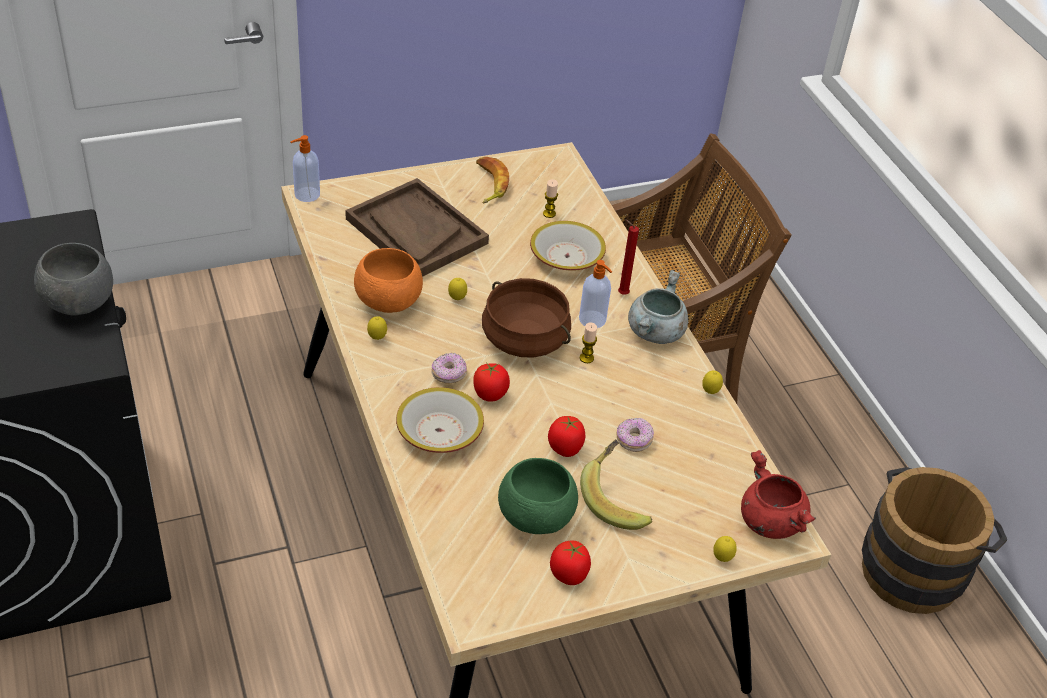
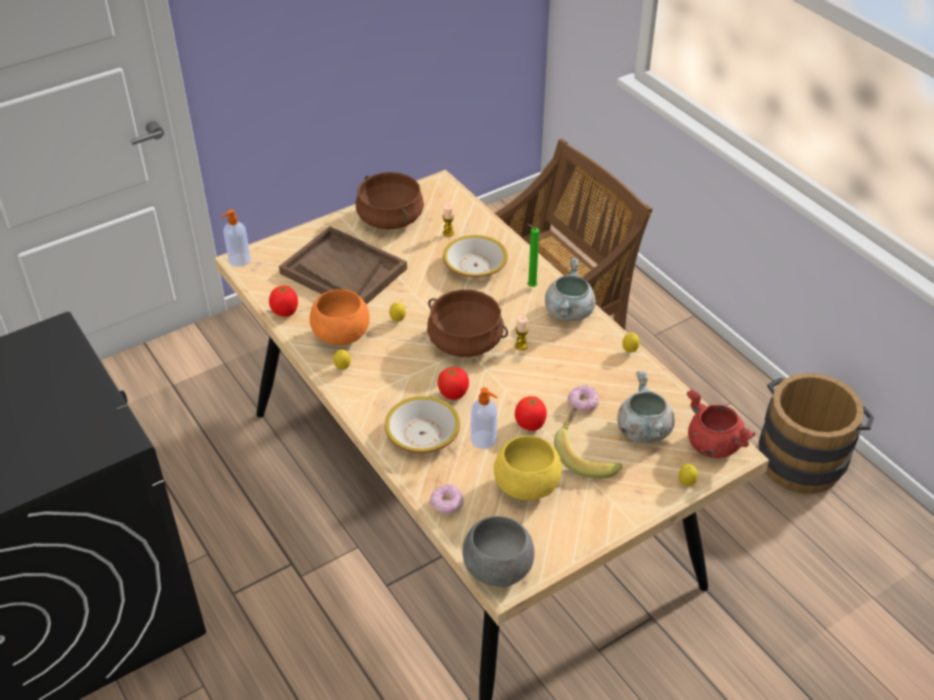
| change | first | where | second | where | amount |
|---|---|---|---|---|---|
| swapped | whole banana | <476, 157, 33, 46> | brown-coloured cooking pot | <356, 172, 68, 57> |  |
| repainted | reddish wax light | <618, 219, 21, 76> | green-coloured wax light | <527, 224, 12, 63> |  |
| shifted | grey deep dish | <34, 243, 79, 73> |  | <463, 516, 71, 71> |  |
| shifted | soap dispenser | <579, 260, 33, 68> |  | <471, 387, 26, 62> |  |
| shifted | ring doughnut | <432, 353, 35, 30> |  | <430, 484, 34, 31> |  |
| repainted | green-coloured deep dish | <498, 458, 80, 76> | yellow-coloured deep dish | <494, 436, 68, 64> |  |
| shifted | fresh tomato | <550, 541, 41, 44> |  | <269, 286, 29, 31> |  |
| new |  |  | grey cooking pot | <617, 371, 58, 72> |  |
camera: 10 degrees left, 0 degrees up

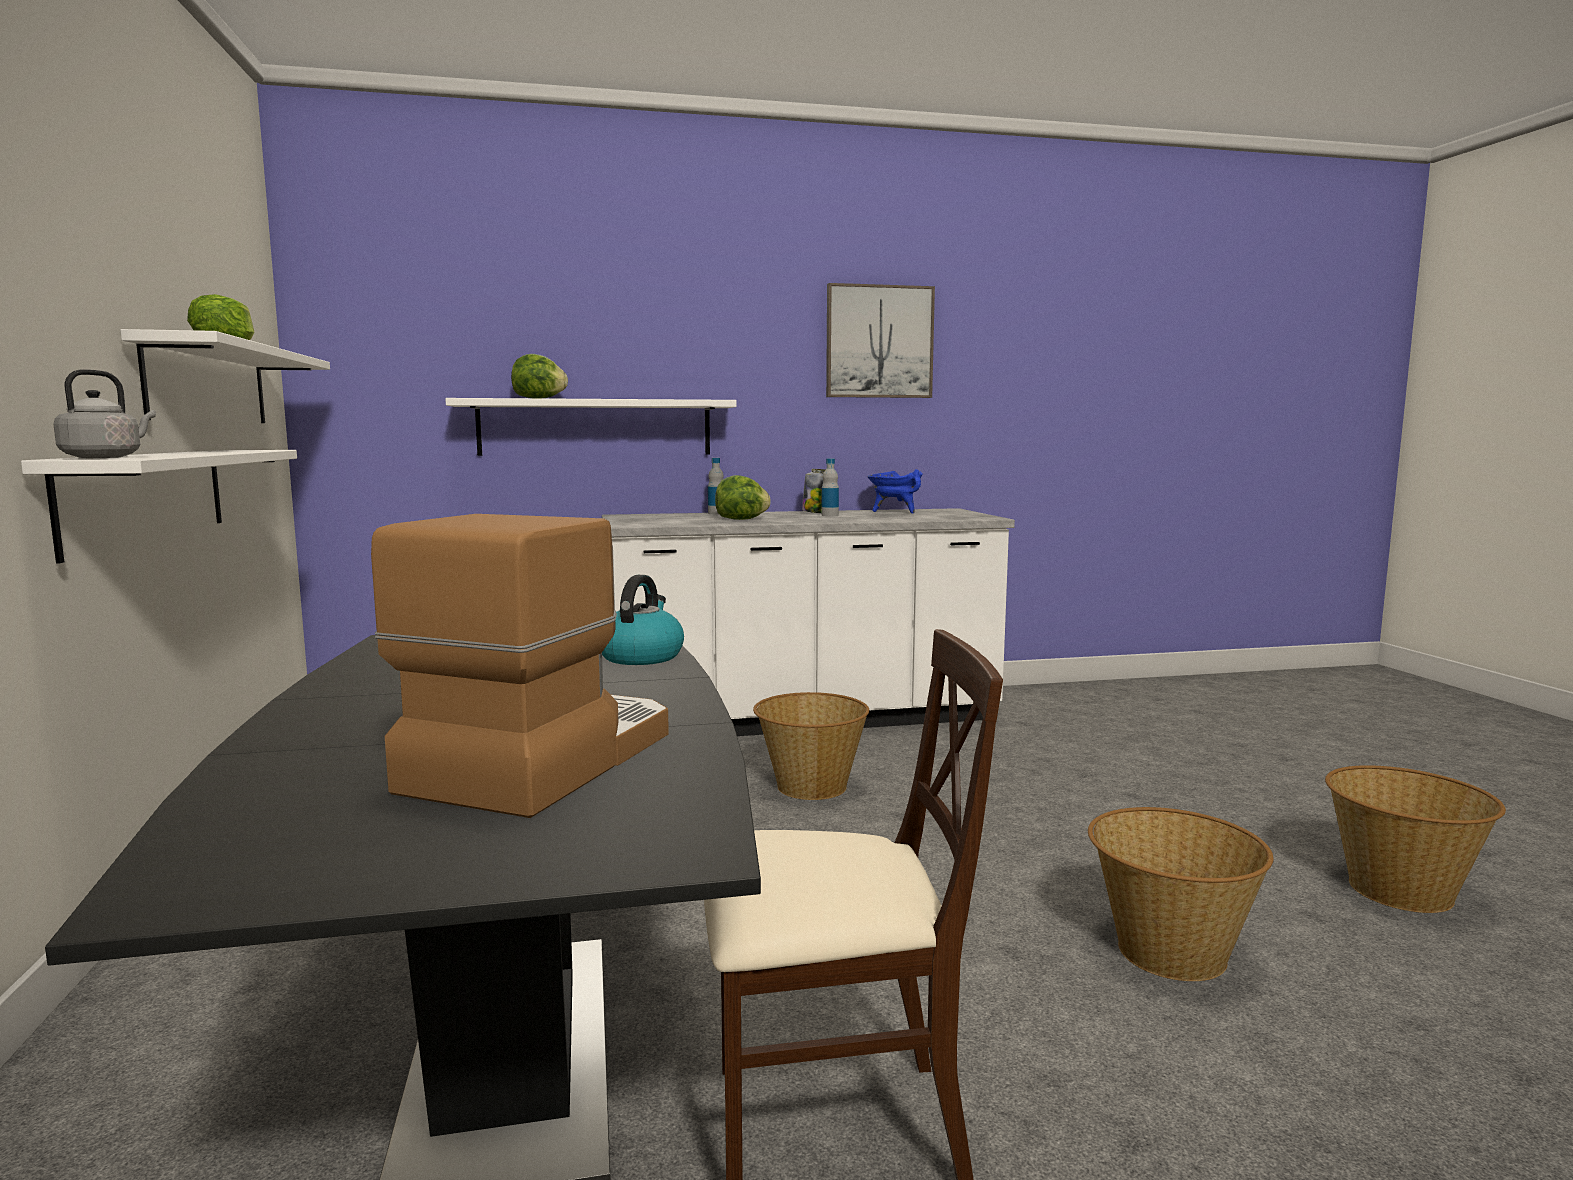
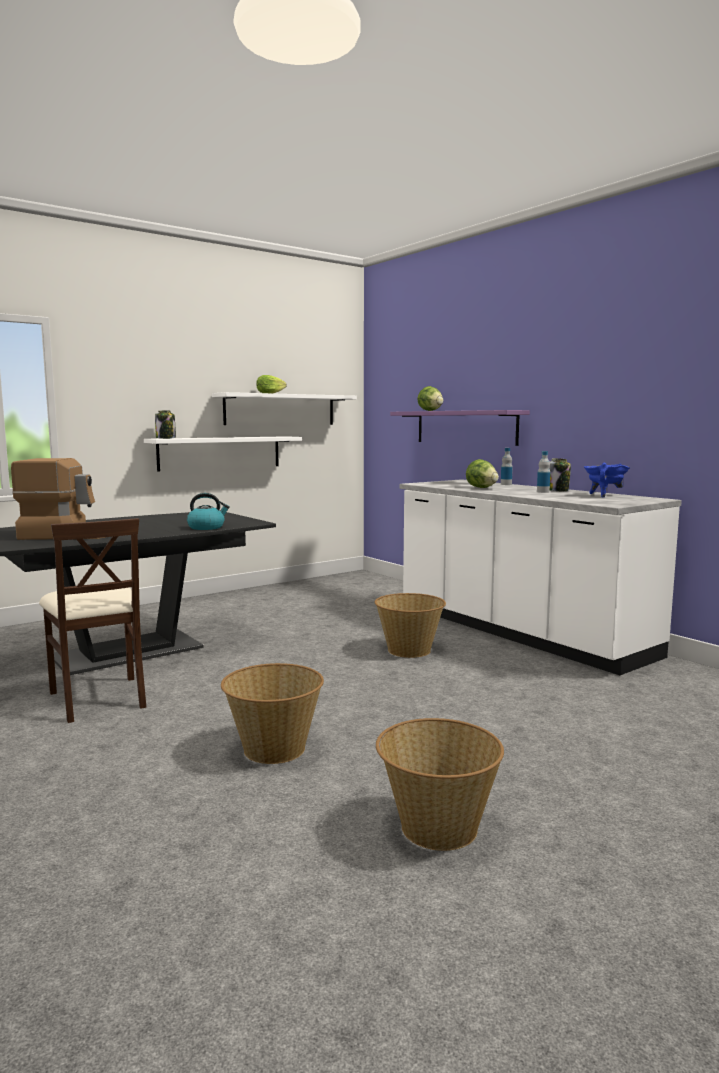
| change | first | where | second | where | amount |
|---|---|---|---|---|---|
| gone | wall picture | <826, 283, 109, 115> |  |  |  |
| swapped | grey kettle | <53, 369, 103, 89> | preserve jar | <155, 410, 21, 29> |  |
| repainted | white wall shelf | <445, 398, 292, 58> | purplish wall shelf | <390, 410, 140, 36> |  |
camera: 65 degrees right, 0 degrees up

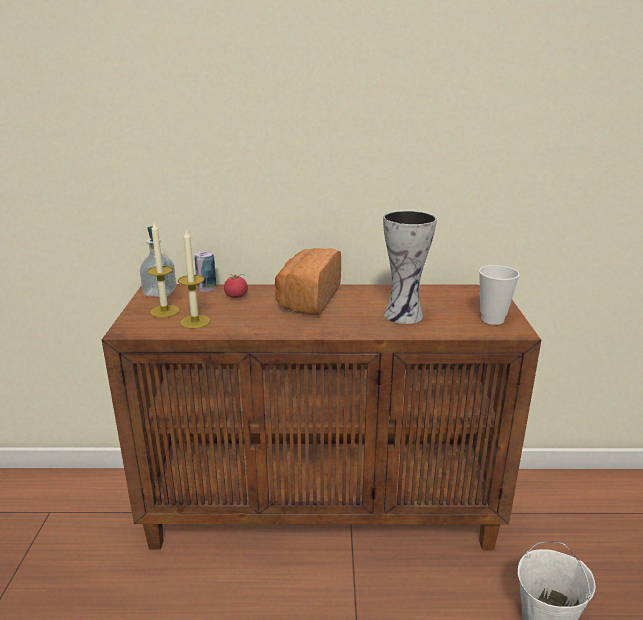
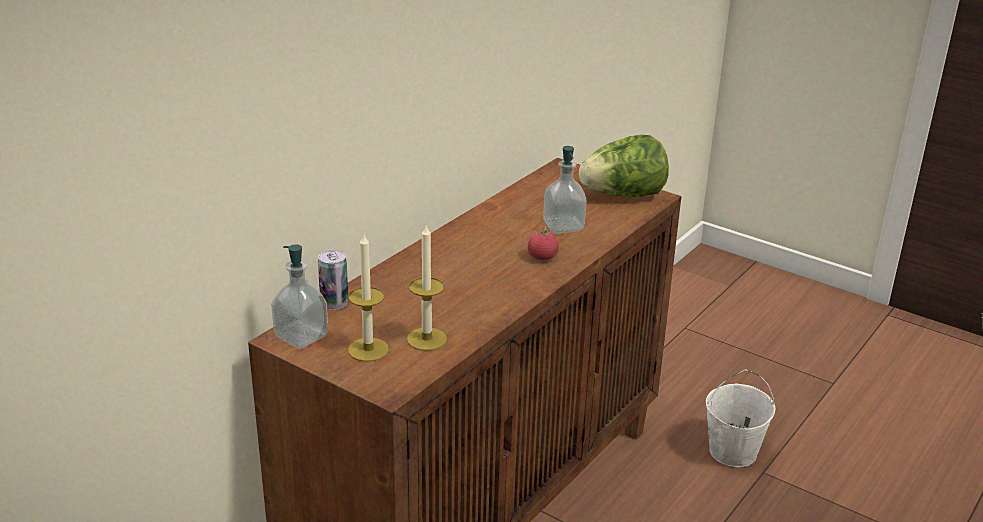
| change | first | where | second | where | amount |
|---|---|---|---|---|---|
| swapped | decorative vase | <383, 210, 54, 114> | soap dispenser | <543, 146, 44, 88> |  |
| gone | bakery bread | <275, 248, 66, 67> |  |  |  |
| swapped | drinking cup | <479, 265, 41, 60> | head of lettuce | <579, 135, 90, 62> |  |
| shifted | fresh tomato | <224, 274, 24, 24> |  | <528, 226, 31, 34> |  |
camera: 55 degrees left, 5 degrees up

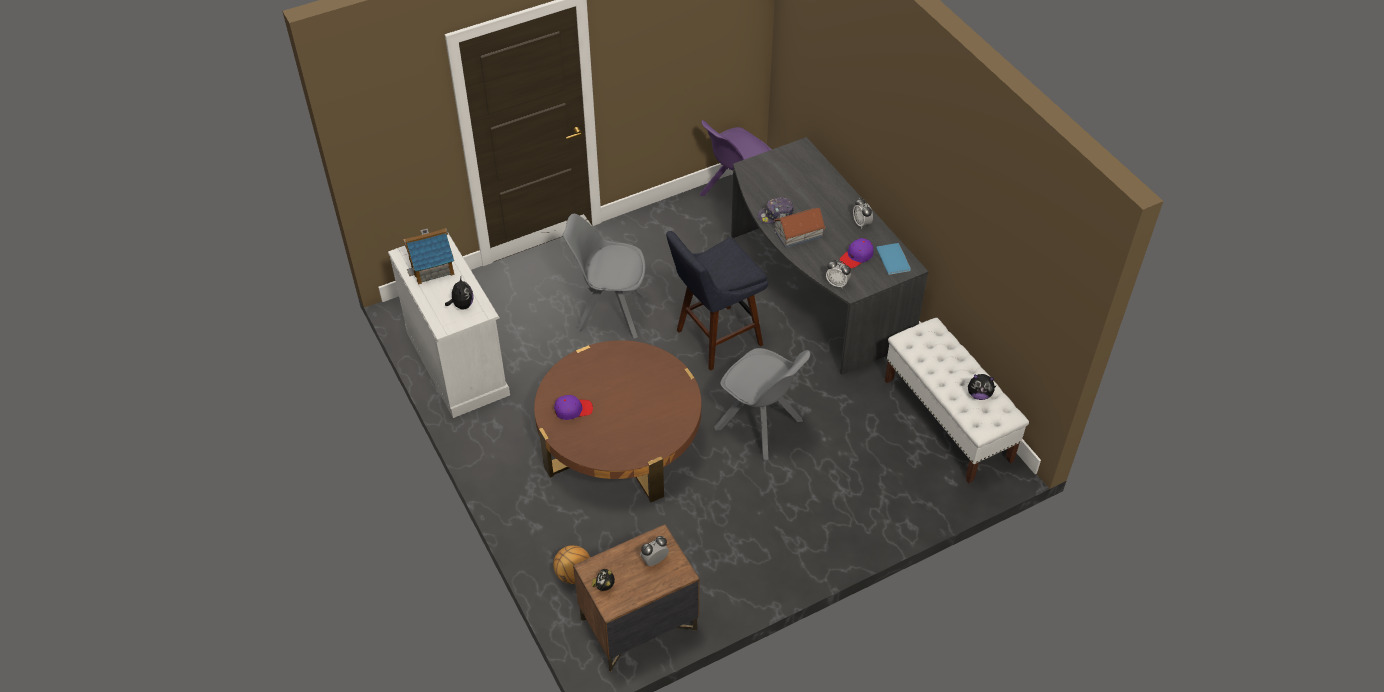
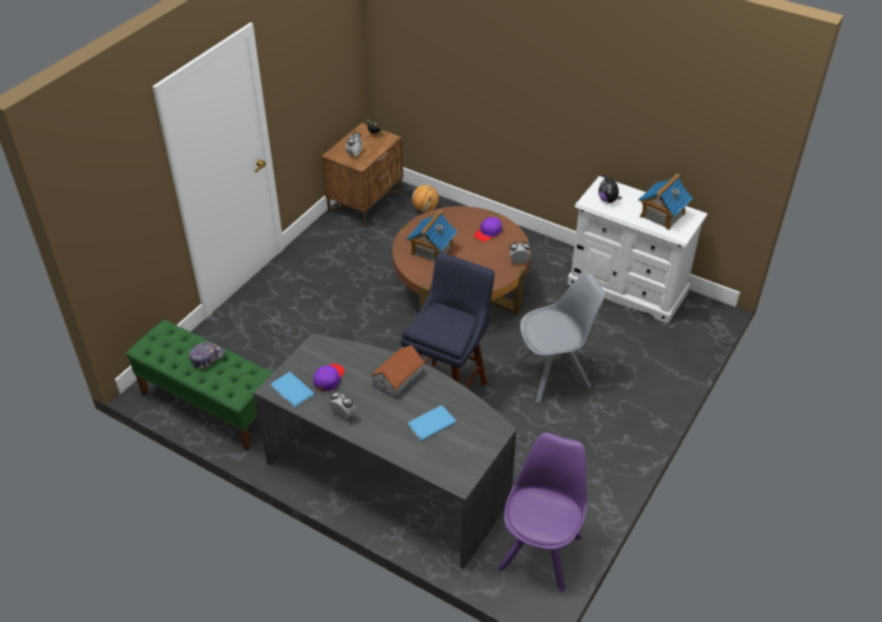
| change | first | where | second | where | amount |
|---|---|---|---|---|---|
| shifted | cap | <758, 197, 36, 27> |  | <189, 342, 36, 28> |  |
| shifted | bedside clock | <826, 260, 25, 28> |  | <510, 241, 21, 23> |  |
| repainted | white bench | <885, 318, 144, 165> | green-coloured bench | <126, 320, 147, 131> |  |
| gone | grey upright chair | <714, 348, 96, 112> |  |  |  |
| gone | soft toy | <968, 374, 29, 26> |  |  |  |
| new |  |  | toy house | <406, 210, 51, 52> |  |
| new |  |  | blue-coloured bound book | <408, 405, 48, 36> |  |
camera: 150 degrees right, 5 degrees down

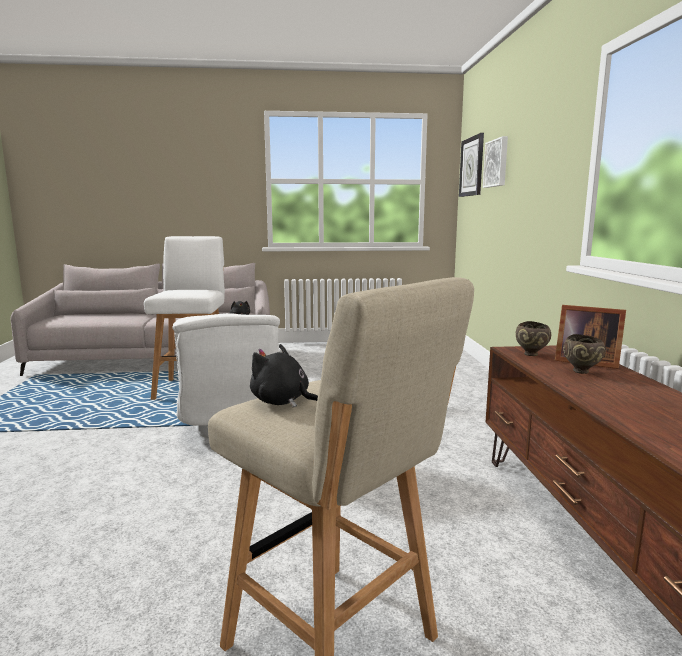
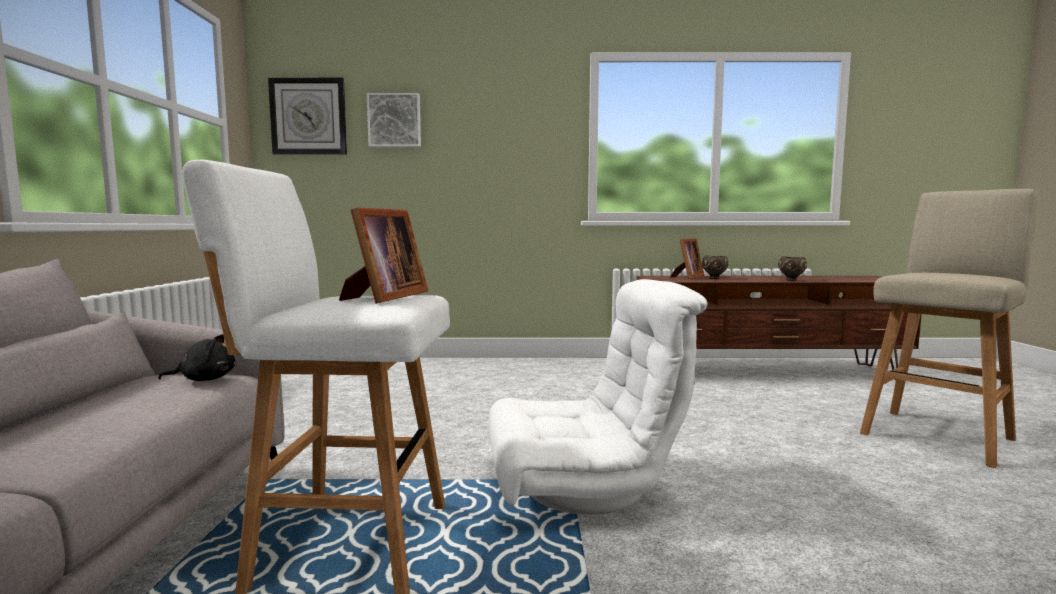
| change | first | where | second | where | amount |
|---|---|---|---|---|---|
| shifted | brown-coloured deep dish | <515, 321, 36, 35> |  | <778, 256, 29, 25> |  |
| gone | black soft toy | <250, 344, 68, 64> |  |  |  |
| new |  |  | photo frame | <339, 207, 89, 97> |  |
camera: 85 degrees left, 5 degrees down

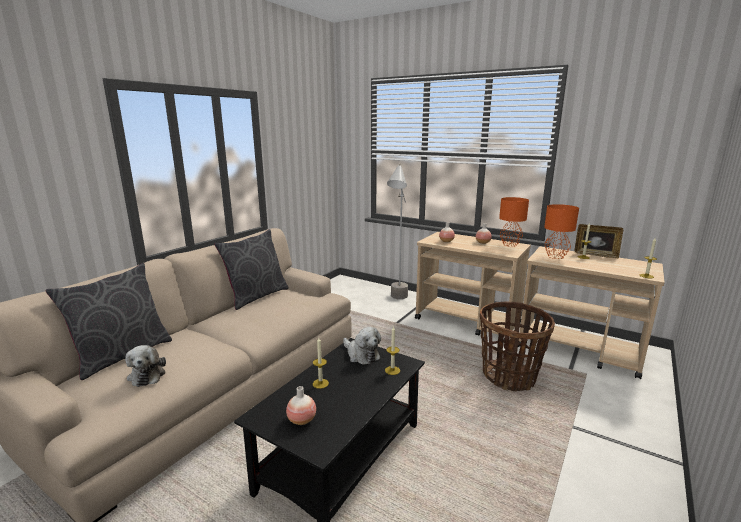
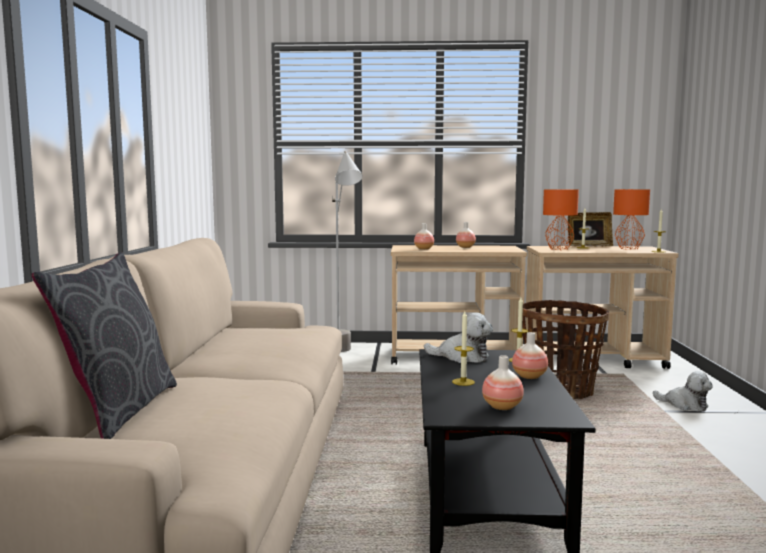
| change | first | where | second | where | amount |
|---|---|---|---|---|---|
| shifted | orange tabletop lamp | <499, 197, 30, 50> |  | <613, 189, 37, 61> |  |
| gone | grey throw pillow | <214, 229, 75, 81> |  |  |  |
| shifted | soft toy | <125, 345, 41, 42> |  | <653, 371, 60, 41> |  |
| new |  |  | decorative vase | <512, 332, 36, 47> |  |
camera: 30 degrees left, 10 degrees down

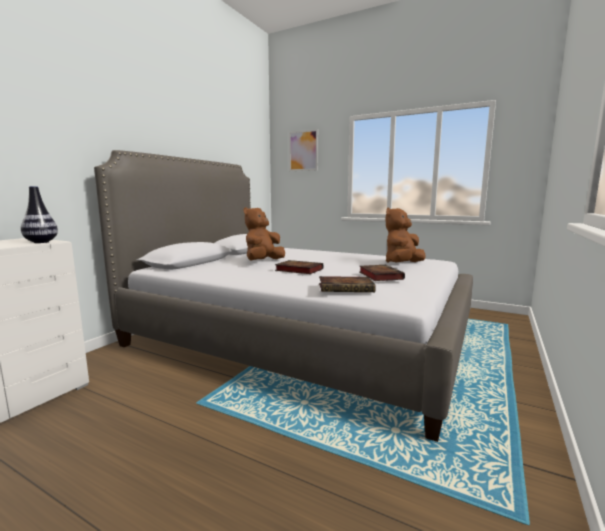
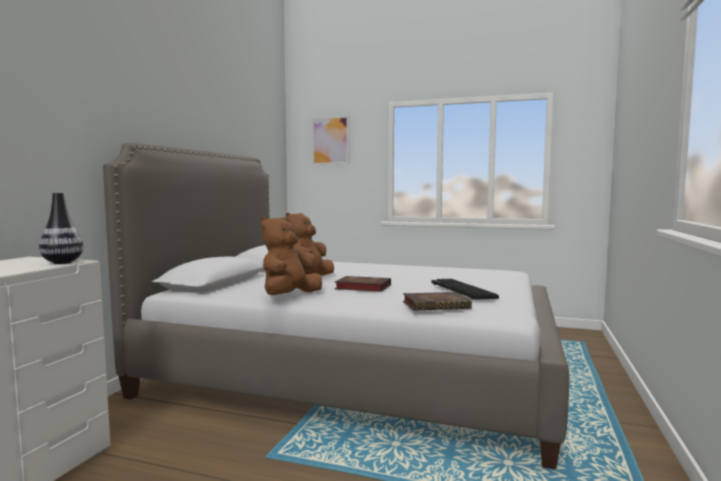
| change | first | where | second | where | amount |
|---|---|---|---|---|---|
| shifted | brown-coloured soft toy | <386, 207, 40, 56> |  | <261, 217, 61, 78> |  |
| swapped | bound book | <360, 265, 45, 16> | keyboard | <431, 279, 68, 21> |  |
camera: 10 degrees left, 5 degrees down

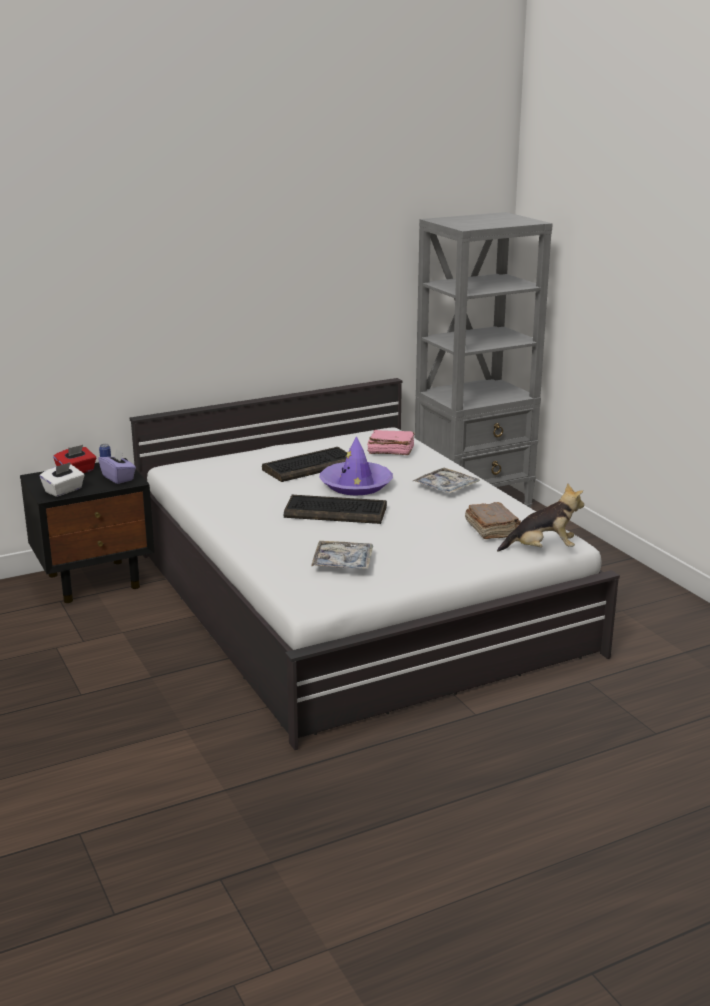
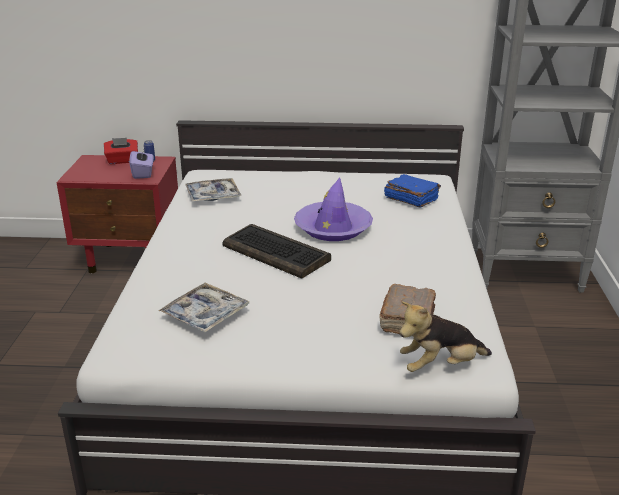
| change | first | where | second | where | amount |
|---|---|---|---|---|---|
| repainted | pink-coloured bound book | <367, 430, 48, 25> | blue-coloured bound book | <384, 174, 57, 34> |  |
| gone | keyboard | <262, 447, 85, 35> |  |  |  |
| repainted | black bedside table | <20, 458, 135, 145> | reddish bedside table | <57, 155, 121, 118> |  |
| gone | white tissue box | <40, 462, 45, 35> |  |  |  |
| shifted | carrying tray | <413, 468, 67, 26> |  | <186, 178, 56, 24> |  |
| rotated | soft toy | <497, 483, 87, 68> |  | <400, 302, 92, 70> | 135 degrees clockwise |
camera: 30 degrees right, 5 degrees up

